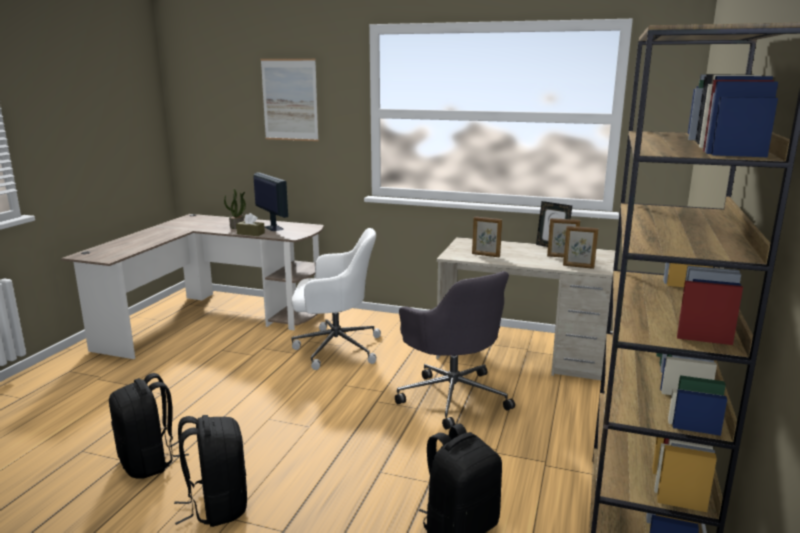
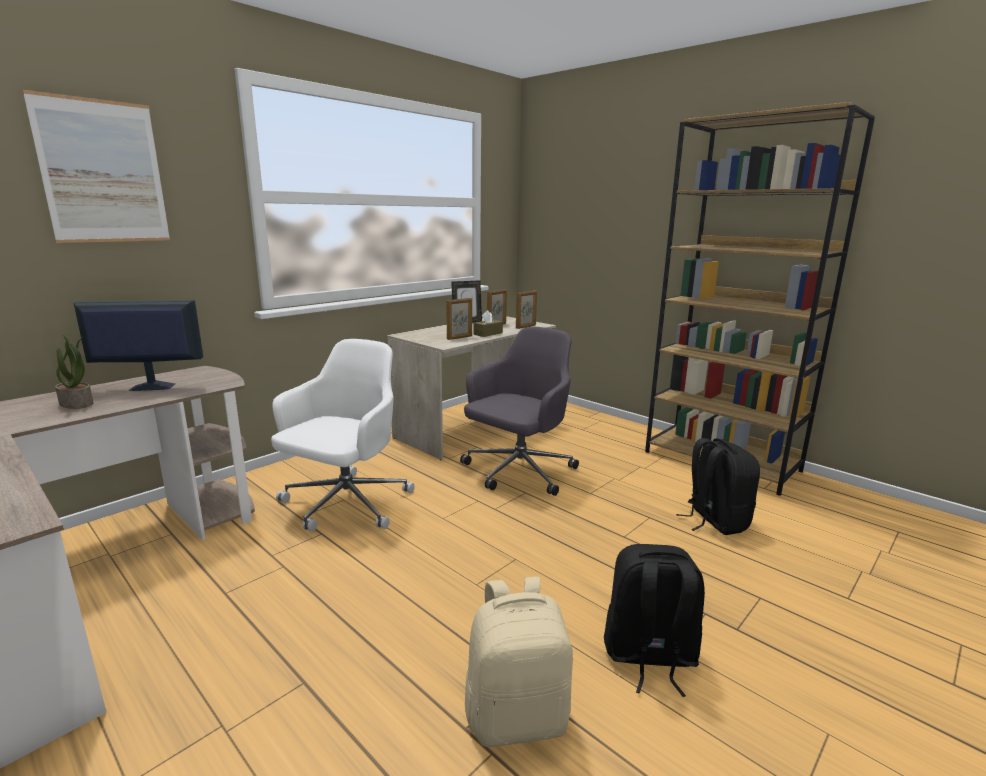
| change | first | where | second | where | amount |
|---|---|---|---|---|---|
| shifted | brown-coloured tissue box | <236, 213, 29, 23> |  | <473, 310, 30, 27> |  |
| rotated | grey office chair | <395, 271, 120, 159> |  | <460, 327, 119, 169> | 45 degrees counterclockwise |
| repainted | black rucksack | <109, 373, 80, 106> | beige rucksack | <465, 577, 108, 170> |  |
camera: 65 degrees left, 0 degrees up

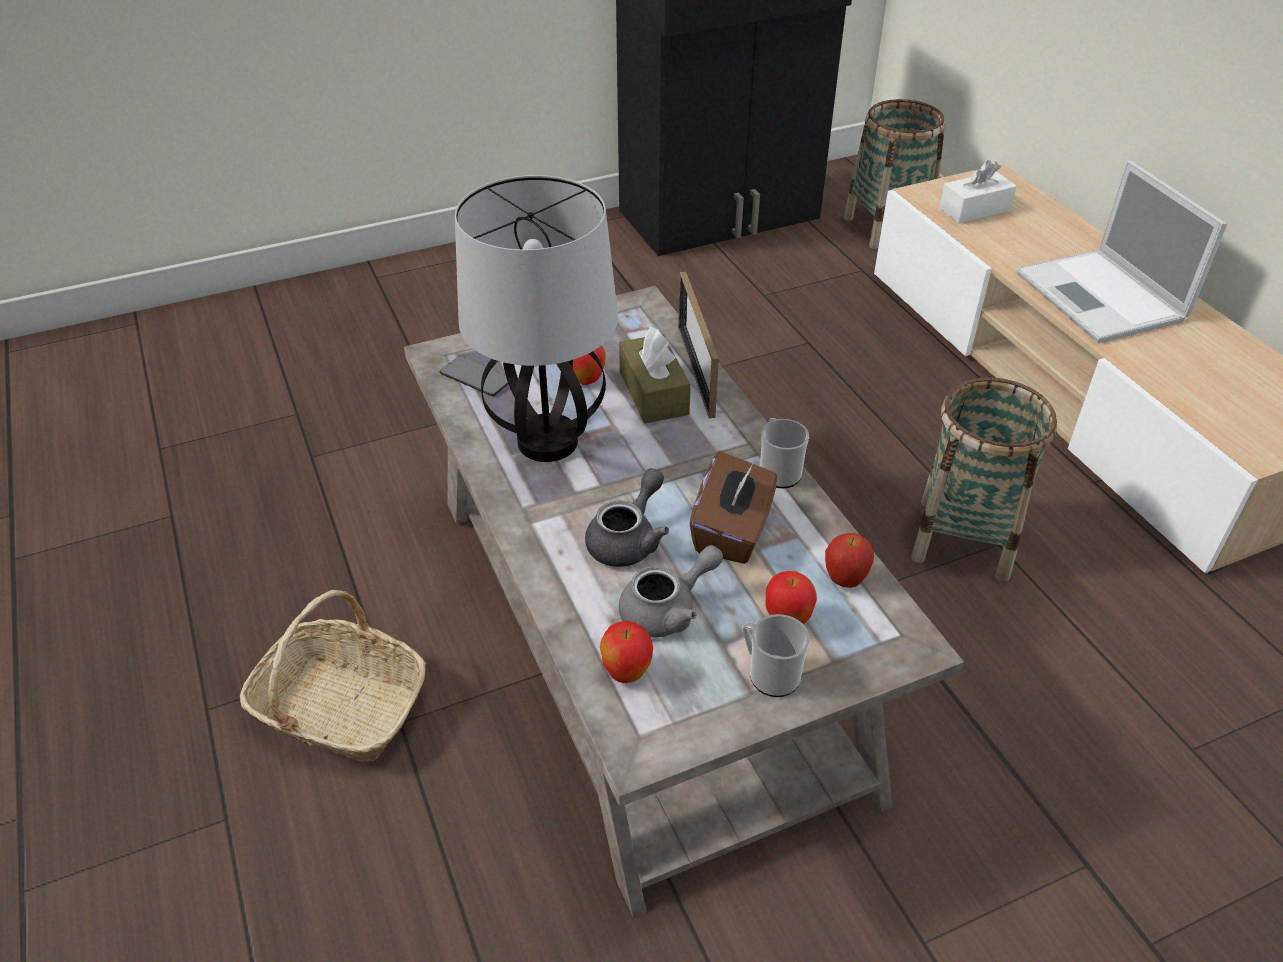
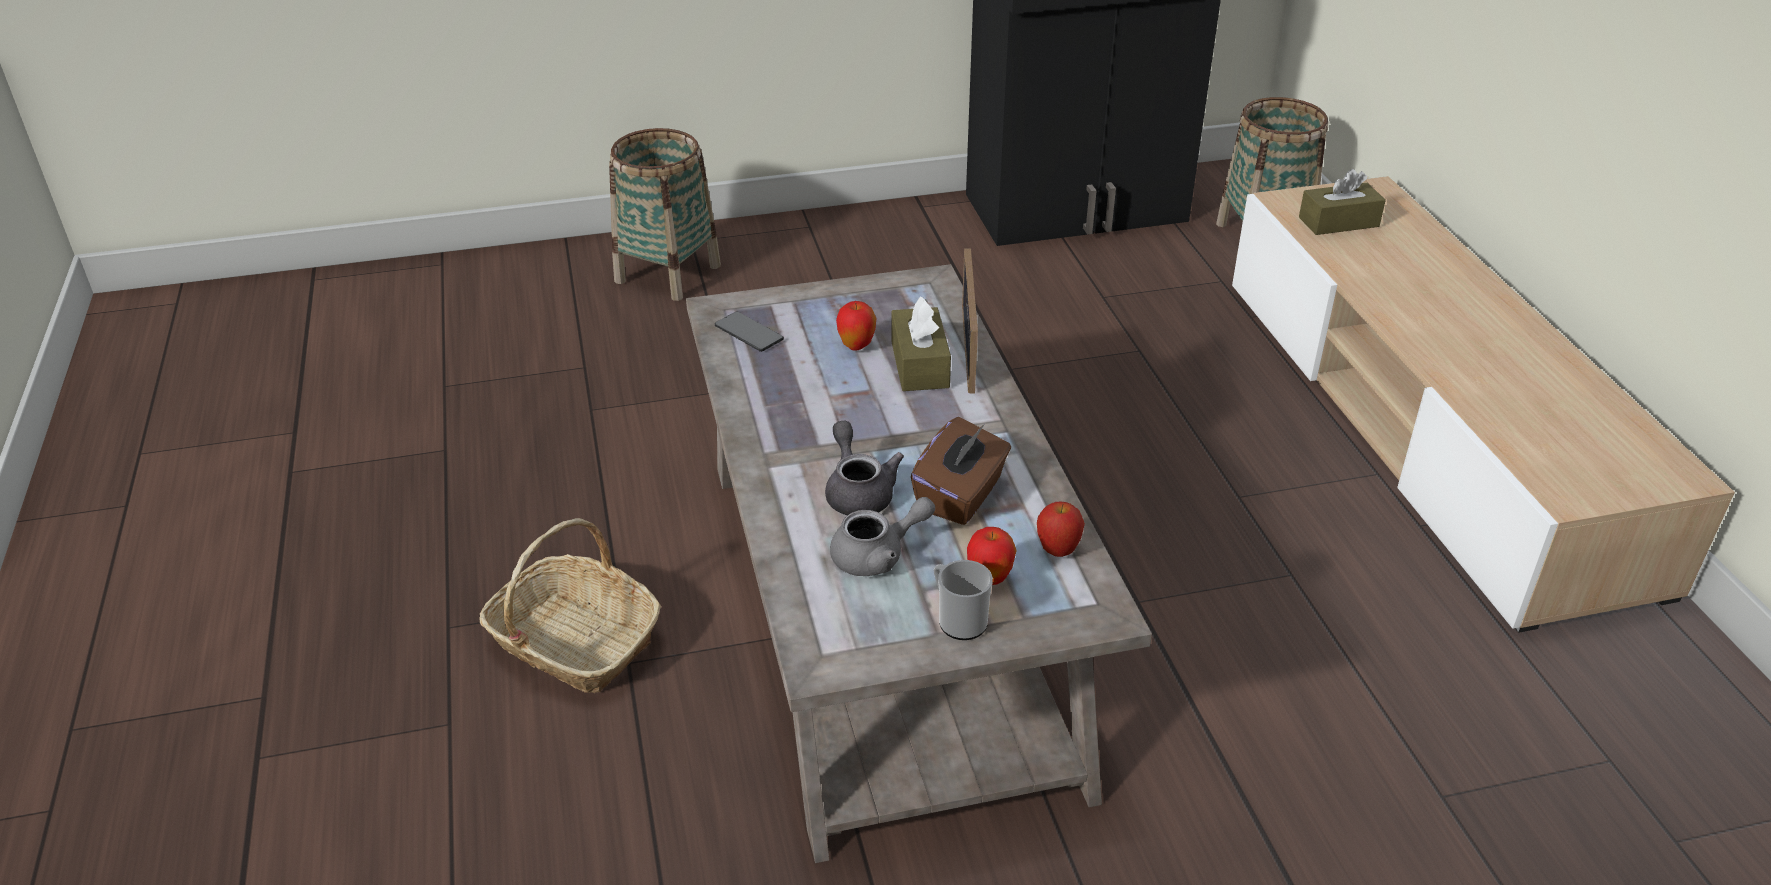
| change | first | where | second | where | amount |
|---|---|---|---|---|---|
| repainted | white tissue box | <939, 160, 78, 63> | brown-coloured tissue box | <1299, 169, 87, 66> |  |
| gone | notebook computer | <1016, 160, 211, 183> |  |  |  |
| gone | tabletop lamp | <455, 175, 163, 287> |  |  |  |
| shifted | storage basket | <911, 377, 146, 205> |  | <609, 128, 112, 173> |  |
| gone | mug | <760, 418, 49, 70> |  |  |  |
| rotated | grey teapot | <585, 468, 84, 99> |  | <825, 420, 79, 95> | 60 degrees counterclockwise |
| gone | apple | <600, 621, 53, 62> |  |  |  |
camera: 10 degrees right, 5 degrees down

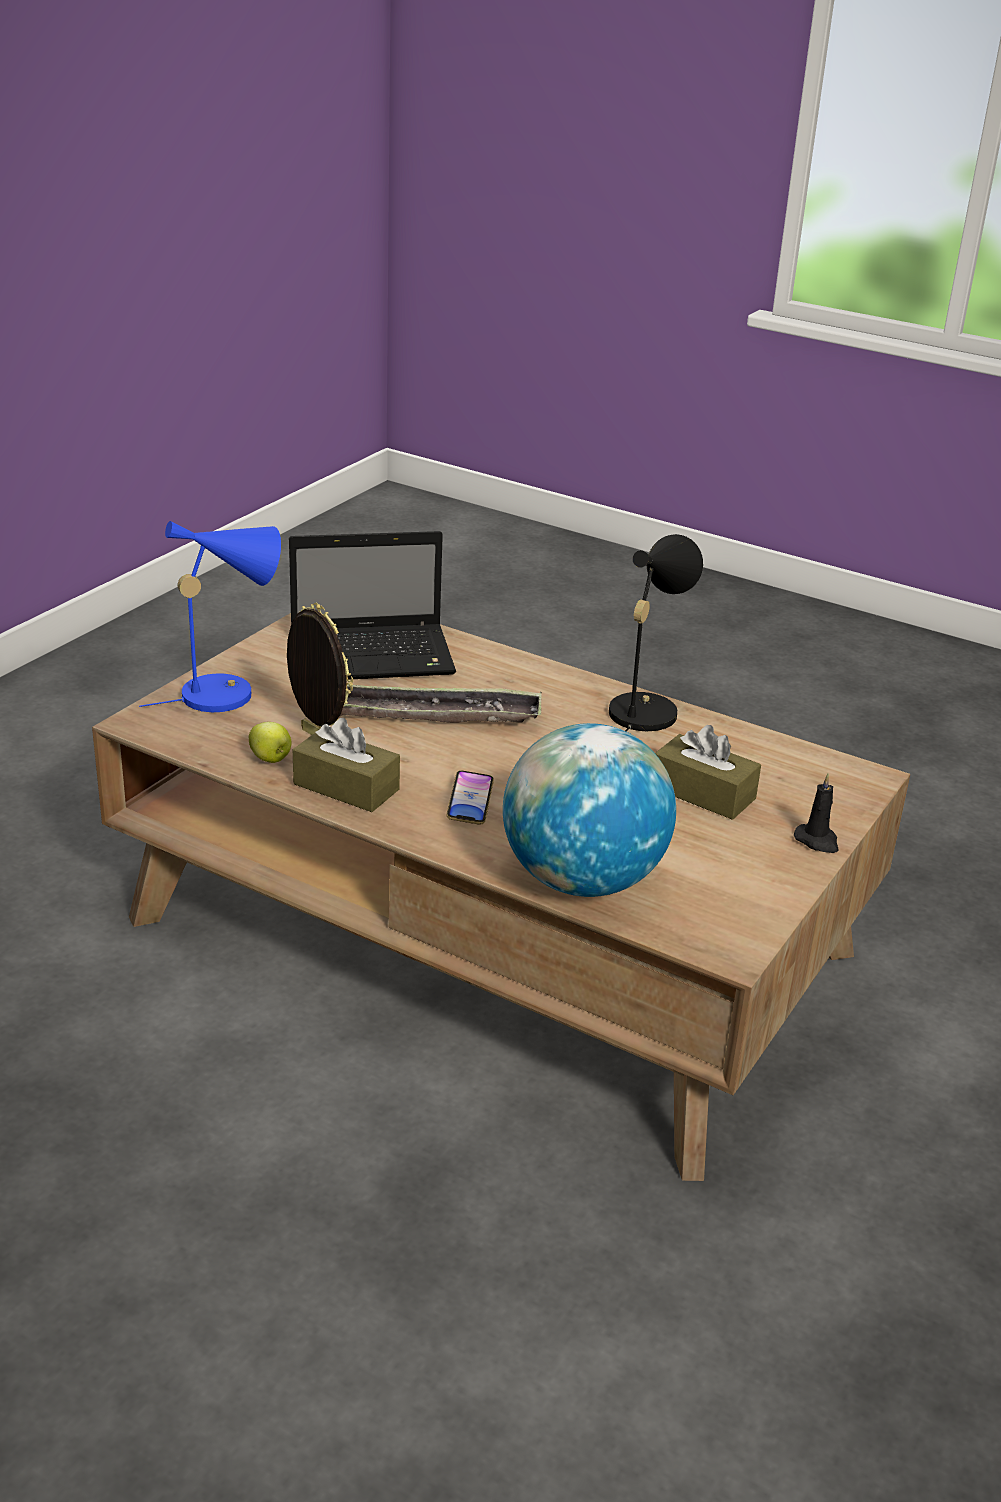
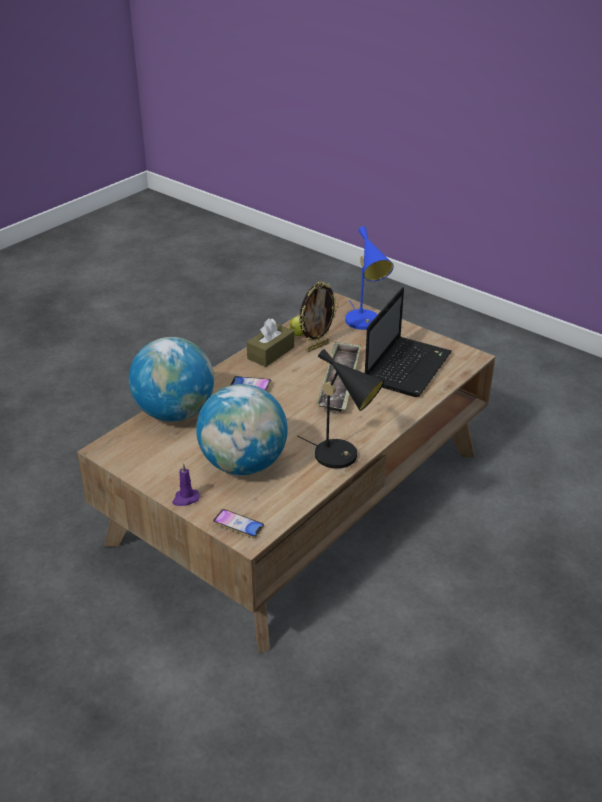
| change | first | where | second | where | amount |
|---|---|---|---|---|---|
| rotated | notebook computer | <289, 531, 167, 149> |  | <365, 287, 87, 110> | 150 degrees counterclockwise |
| swapped | brown-coloured tissue box | <655, 725, 106, 95> | desk globe | <196, 384, 92, 91> |  |
| repainted | black wax light | <794, 773, 45, 80> | purplish wax light | <172, 463, 28, 43> |  |
| new |  |  | handset | <213, 509, 51, 29> |  |
camera: 100 degrees right, 5 degrees up

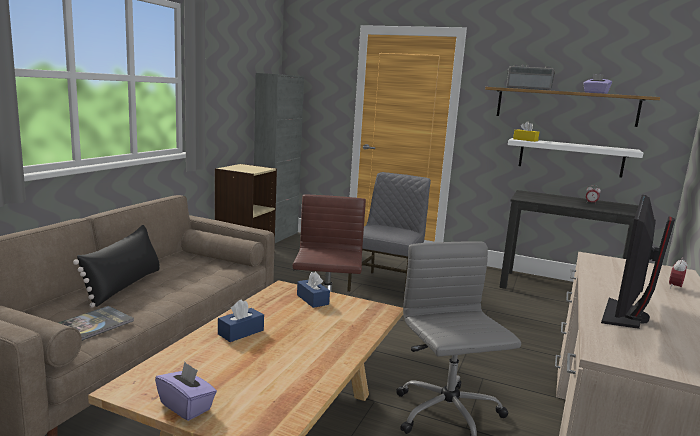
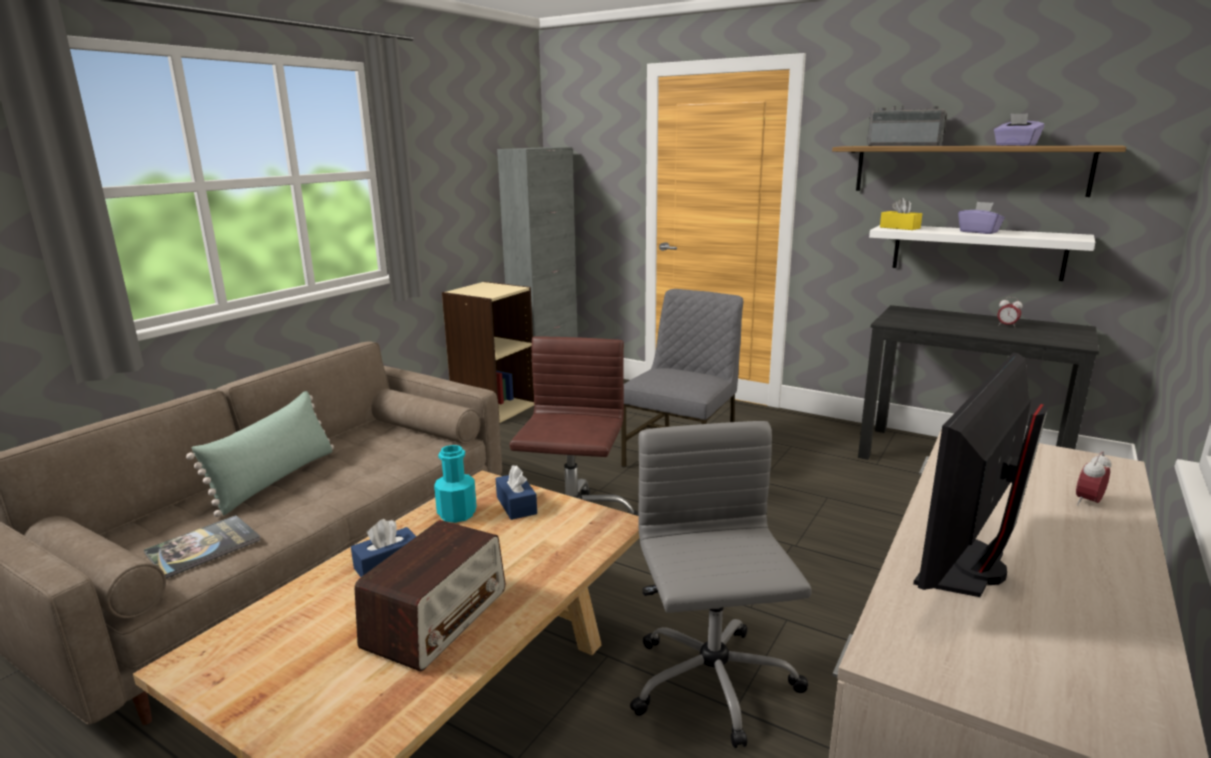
| change | first | where | second | where | amount |
|---|---|---|---|---|---|
| repainted | black throw pillow | <73, 225, 87, 83> | green-coloured throw pillow | <186, 391, 148, 126> |  |
| shifted | purplish tissue box | <155, 362, 62, 59> |  | <958, 202, 47, 32> |  |
| new |  |  | turquoise-coloured drink bottle | <434, 445, 43, 78> |  |
| new |  |  | radio | <355, 520, 150, 152> |  |
camera: 10 degrees right, 5 degrees up

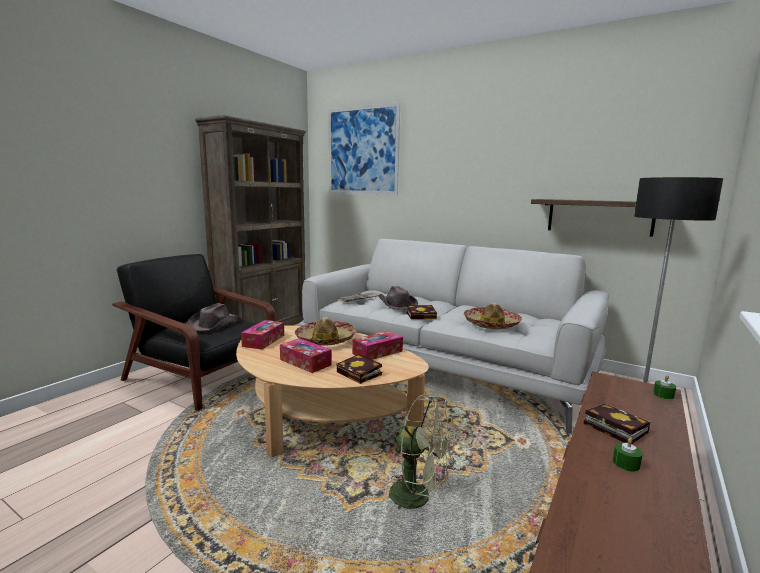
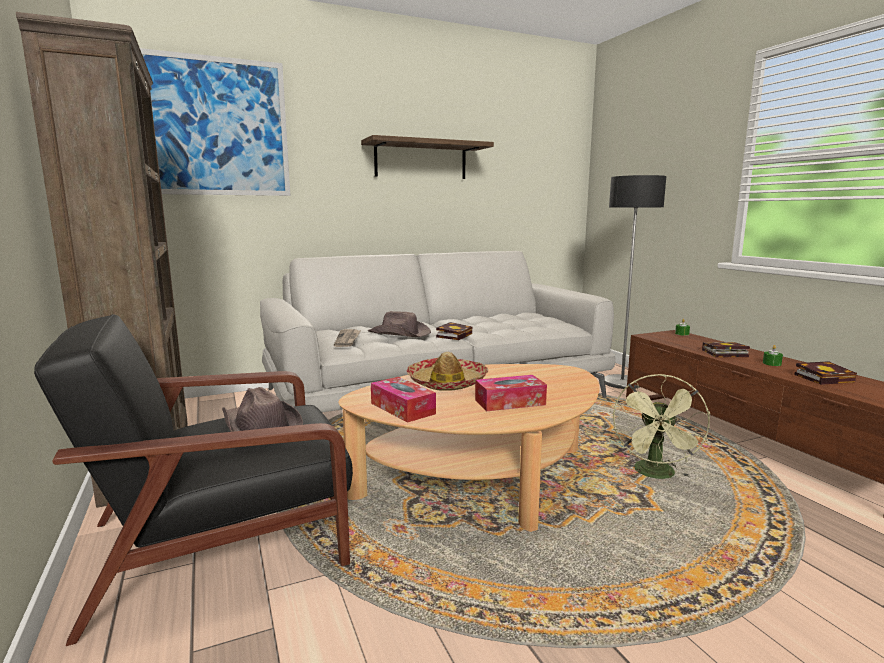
| change | first | where | second | where | amount |
|---|---|---|---|---|---|
| shifted | wall shelf | <531, 199, 125, 38> |  | <361, 135, 133, 44> |  |
| gone | clothing hat | <464, 303, 58, 26> |  |  |  |
| gone | tissue box | <352, 331, 51, 29> |  |  |  |
| shifted | bound book | <337, 354, 45, 30> |  | <794, 361, 63, 24> |  |
| rotated | green-coloured fan | <389, 394, 67, 115> |  | <613, 374, 97, 105> | 135 degrees clockwise |
camera: 55 degrees left, 0 degrees up

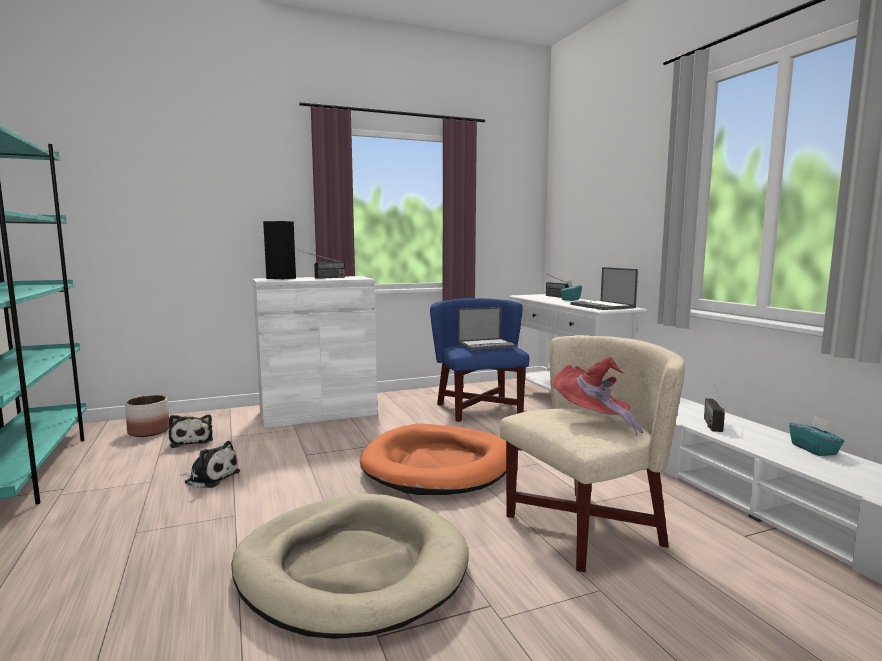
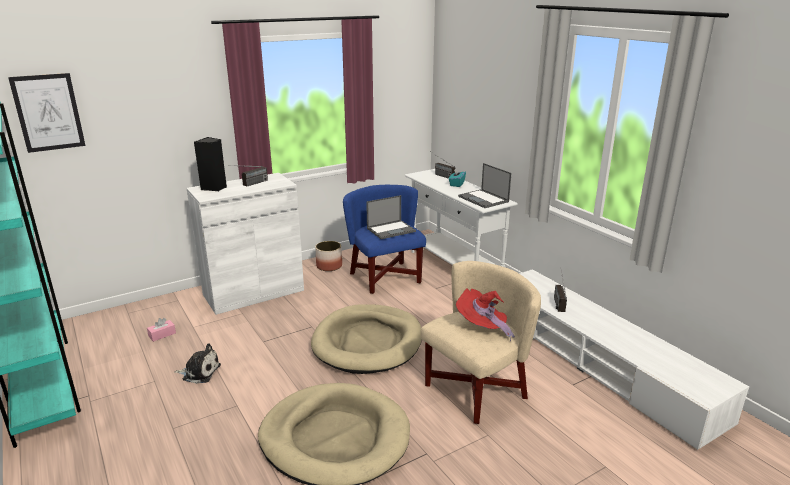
| change | first | where | second | where | amount |
|---|---|---|---|---|---|
| shifted | plant pot | <125, 395, 44, 42> |  | <315, 241, 27, 30> |  |
| swapped | soft toy | <169, 414, 44, 34> | pink-coloured tissue box | <147, 318, 29, 24> |  |
| gone | turquoise-coloured tissue box | <789, 416, 55, 40> |  |  |  |
| repainted | orange dog bed | <360, 424, 146, 71> | beige dog bed | <311, 304, 111, 70> |  |
| new |  |  | wall picture | <8, 73, 77, 80> |  |
camera: 10 degrees left, 15 degrees up

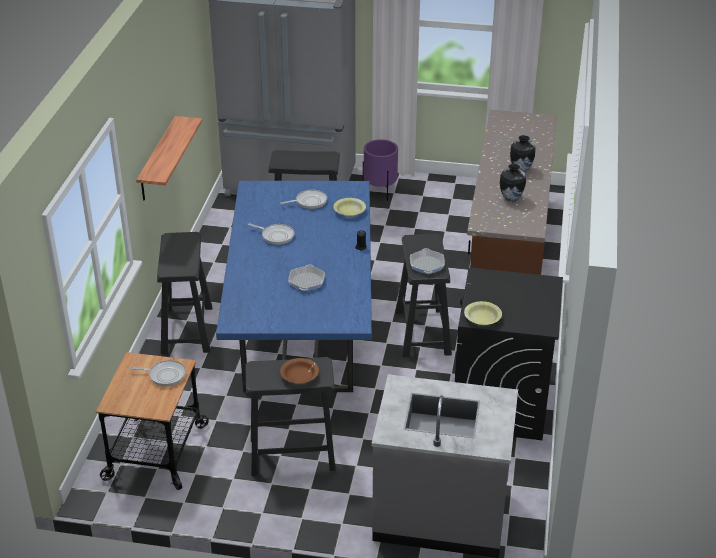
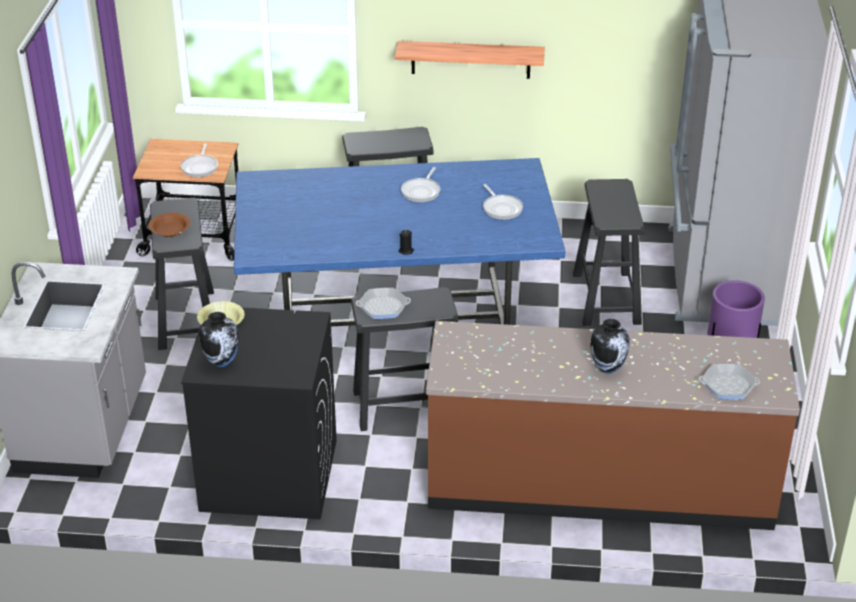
| change | first | where | second | where | amount |
|---|---|---|---|---|---|
| shifted | decorative vase | <500, 164, 26, 38> |  | <199, 312, 40, 55> |  |
| gone | yellow-coloured deep dish | <333, 198, 33, 19> |  |  |  |
| shifted | pan | <288, 264, 37, 28> |  | <699, 364, 61, 36> |  |
camera: 85 degrees right, 0 degrees up

